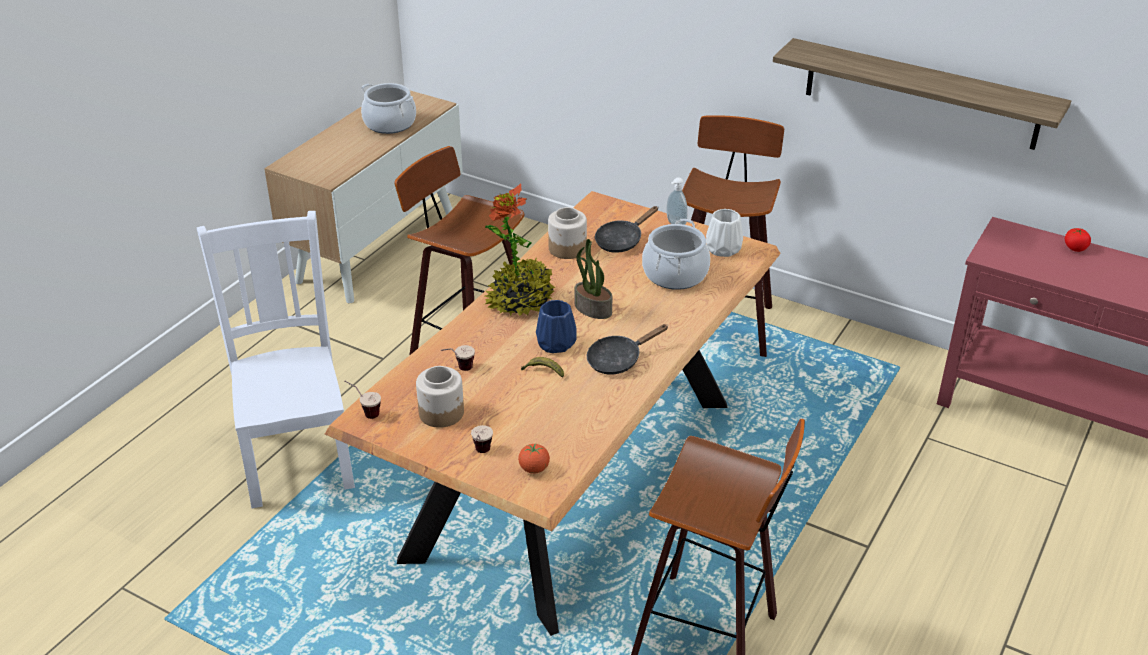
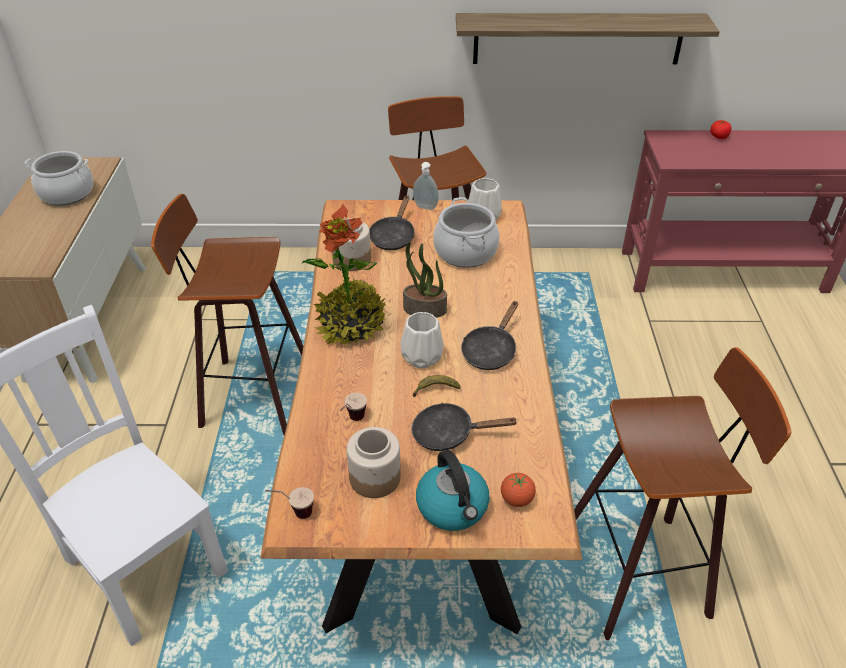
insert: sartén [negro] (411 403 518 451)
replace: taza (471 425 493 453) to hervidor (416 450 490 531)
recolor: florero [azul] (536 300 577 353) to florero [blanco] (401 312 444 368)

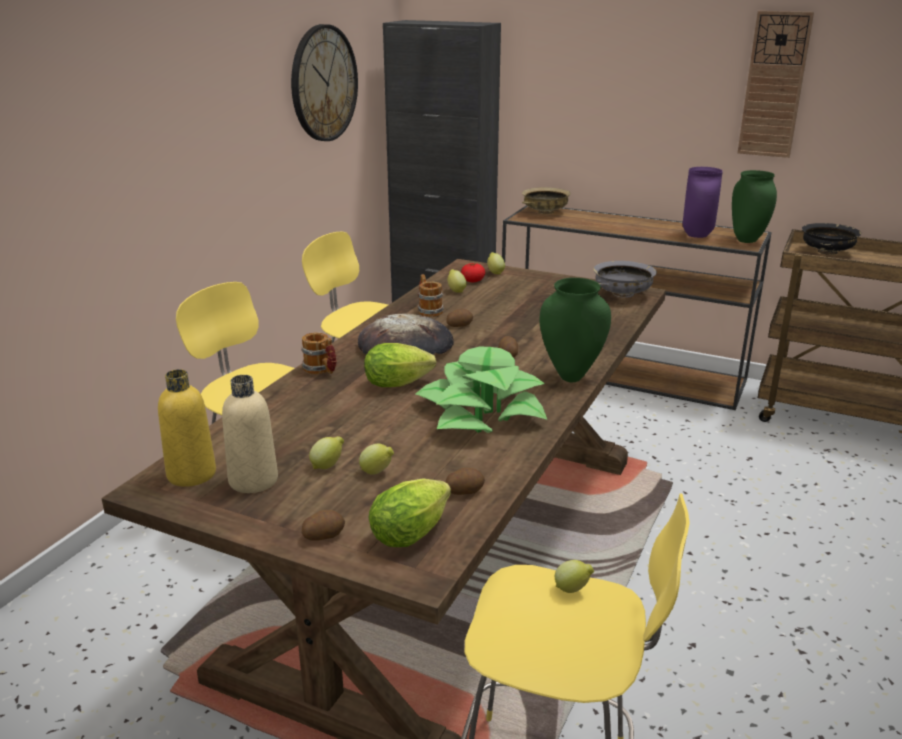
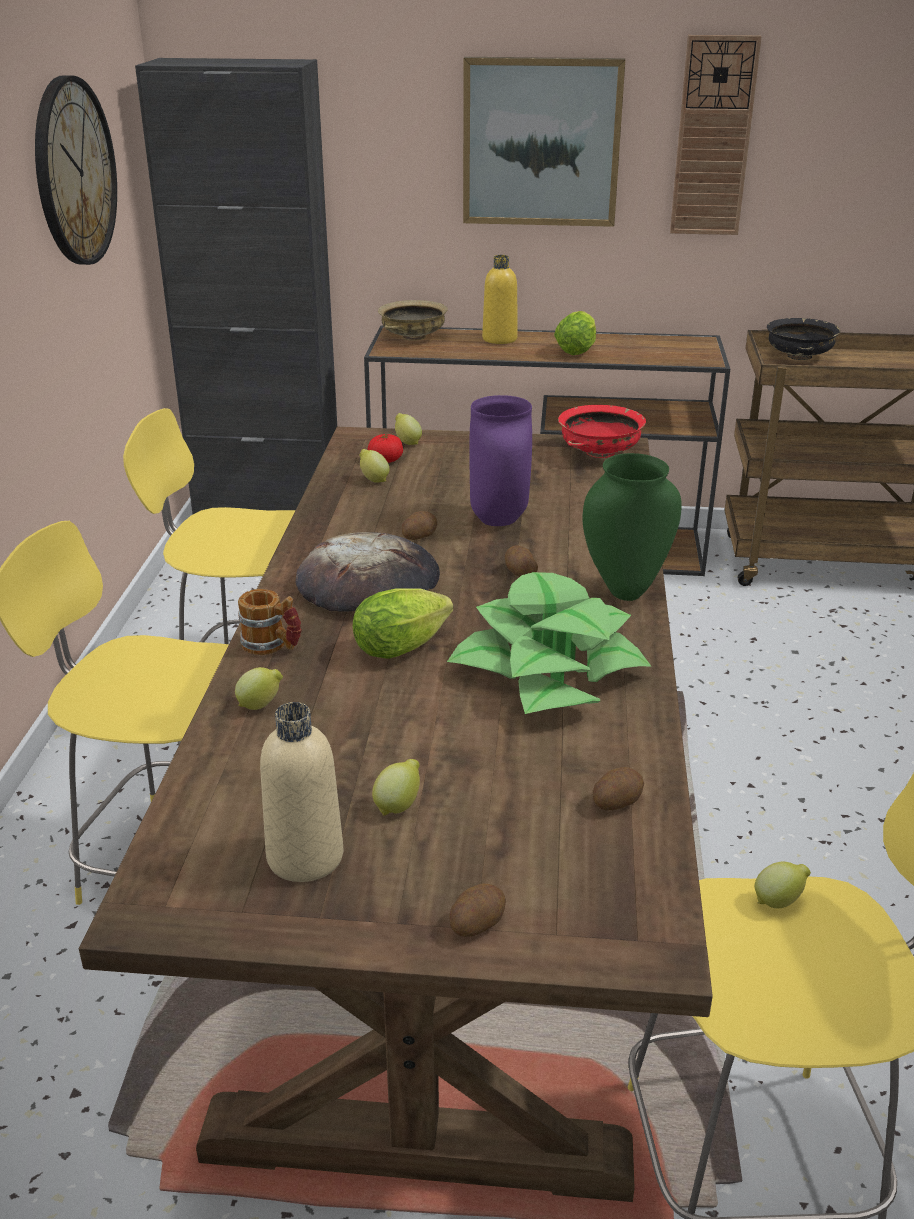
delete: florero [verde] (732 170 777 243); taza grande (417 274 444 317)
insert: cuadro (463 57 625 227)
move: florero [morado] (683 167 723 238) to (469 395 532 526); botella [amarillo] (158 369 216 487) to (482 255 518 344); limón (359 444 394 475) to (235 667 283 710); lechuga (368 478 451 547) to (554 311 596 355)
recolor: cuenco [gris] (593 261 657 298) to cuenco [rojo] (558 405 646 458)

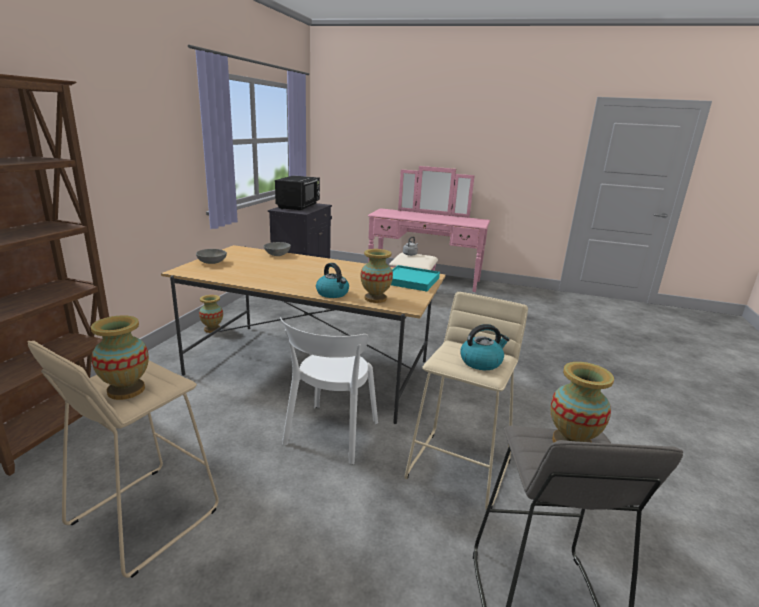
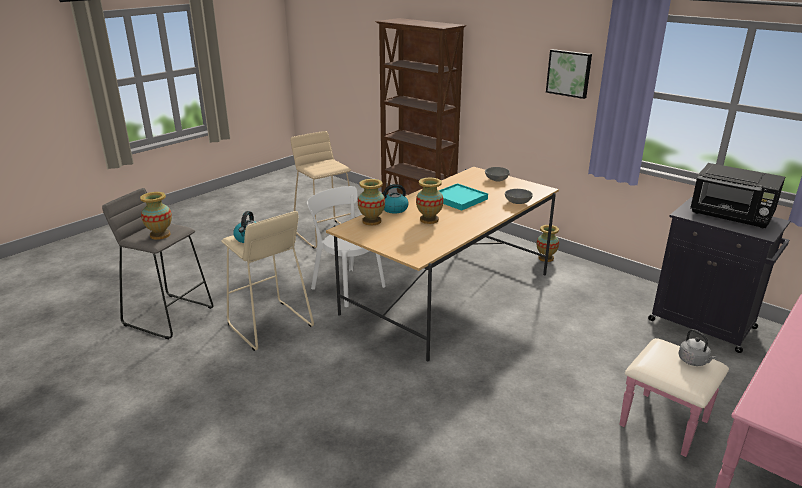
insert: cuadro (546 49 592 99)
move: bandeja [turquesa] (391 265 440 291) to (439 183 488 211); florero (91 315 149 400) to (416 178 444 224)

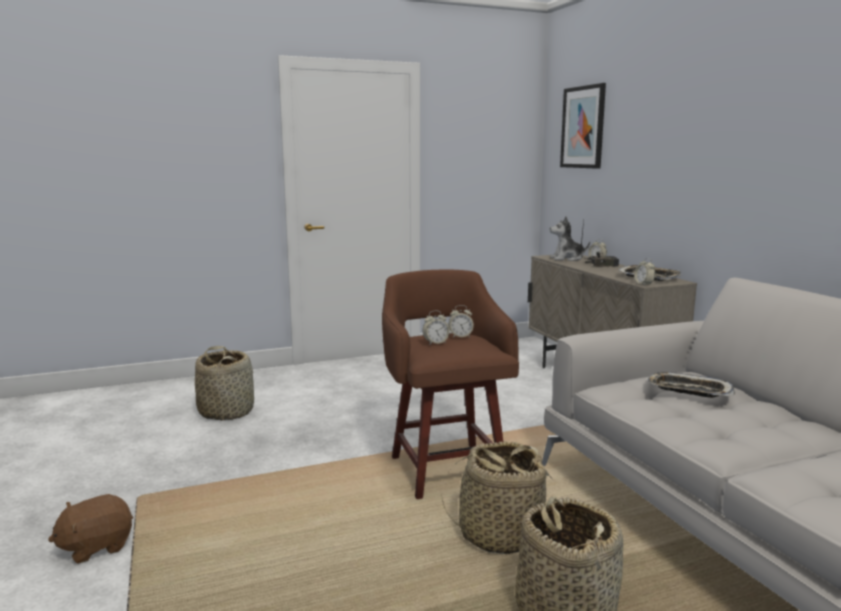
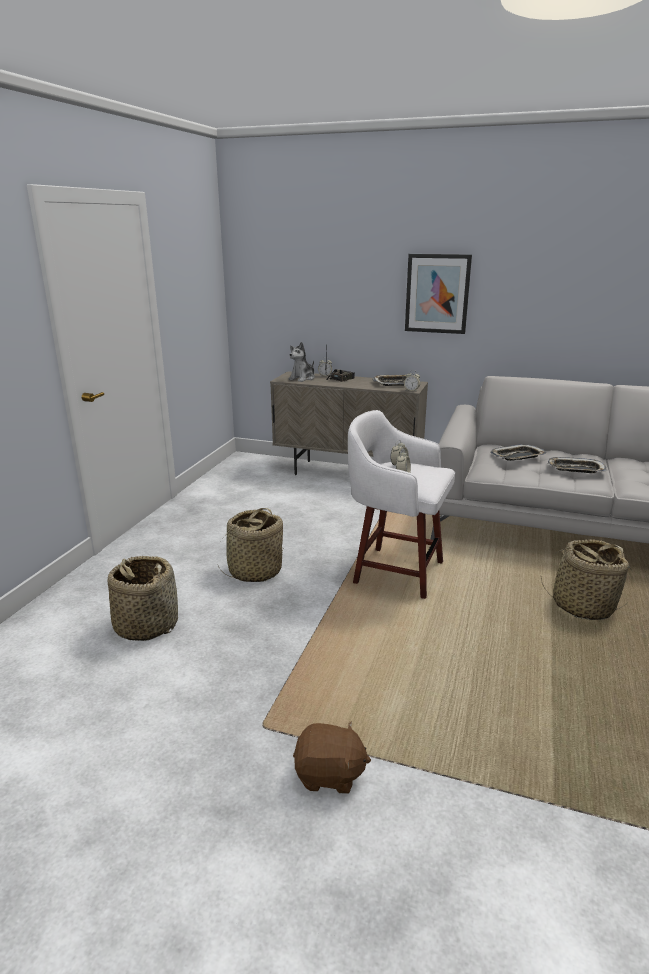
insert: bandeja (548 457 607 473)
move: cuadro (560 83 606 169) to (405 254 472 334); cesta (441 441 553 554) to (218 508 283 582)
recolor: taburete [marrón] (382 270 519 499) to taburete [blanco] (348 410 455 599)
rotate: peluche [marrón] (48 494 133 564) = (293 721 371 794) 90 degrees counterclockwise

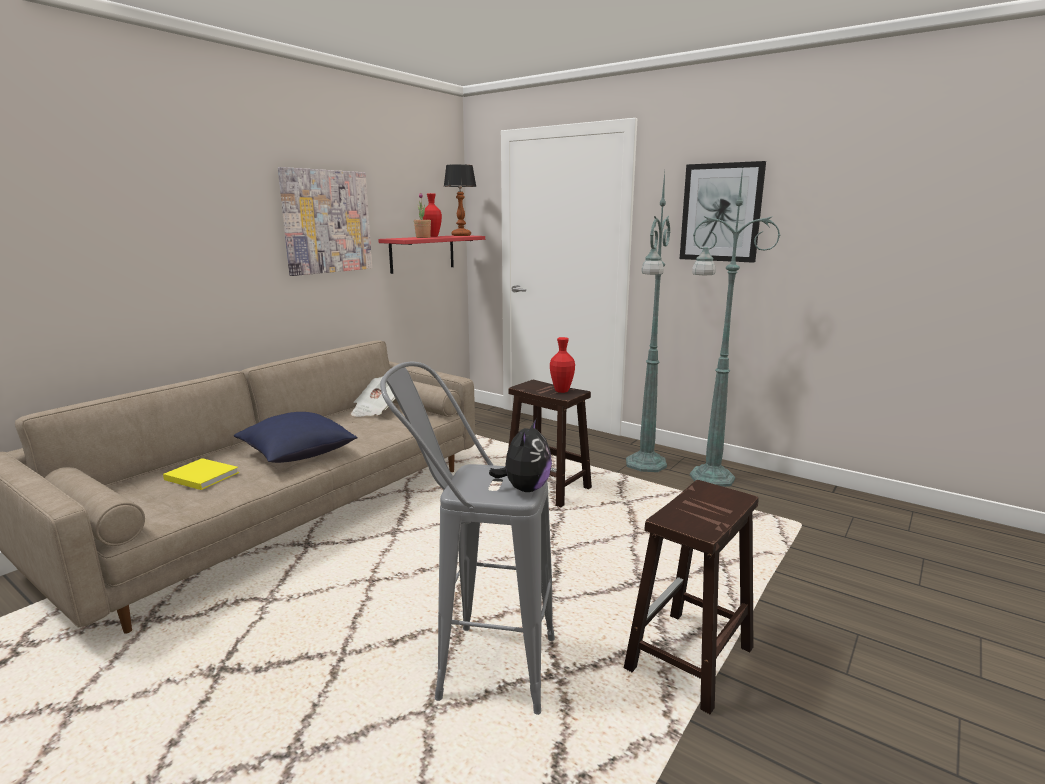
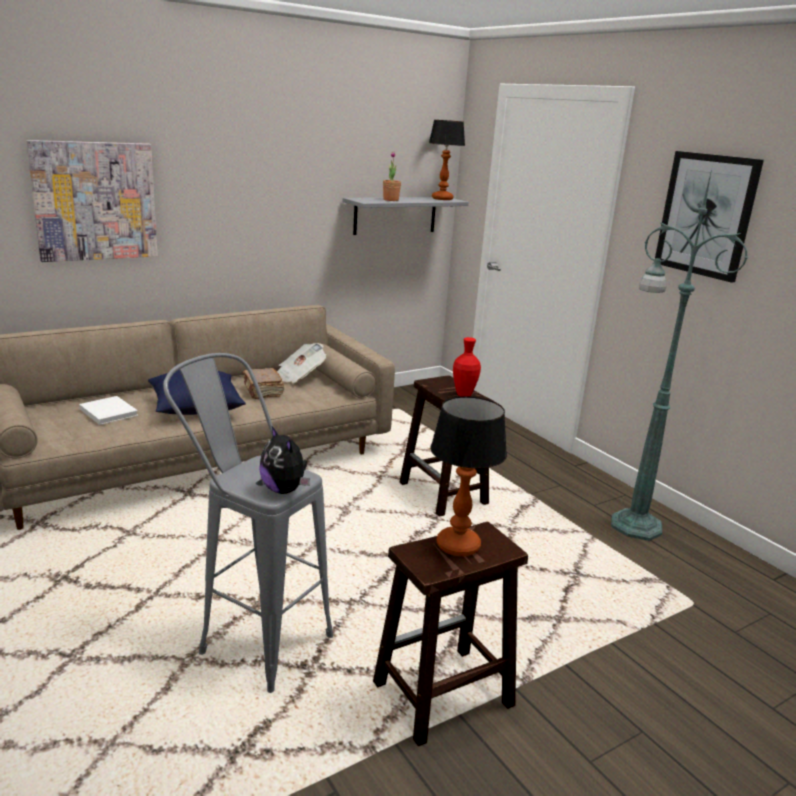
delete: lámpara de pie [verde] (626 172 671 472); florero [rojo] (423 193 442 237)
insert: libro [marrón] (242 368 285 399); lámpara de mesa (430 396 507 556)
move: cuadro (278 167 372 276) to (26 140 158 262)
recolor: estante [rojo] (378 236 485 274) to estante [gris] (343 197 469 235); libro [amarillo] (163 458 239 490) to libro [blanco] (79 396 138 425)
rotate: peluche (489 418 552 492) = (259 426 310 494) 105 degrees clockwise

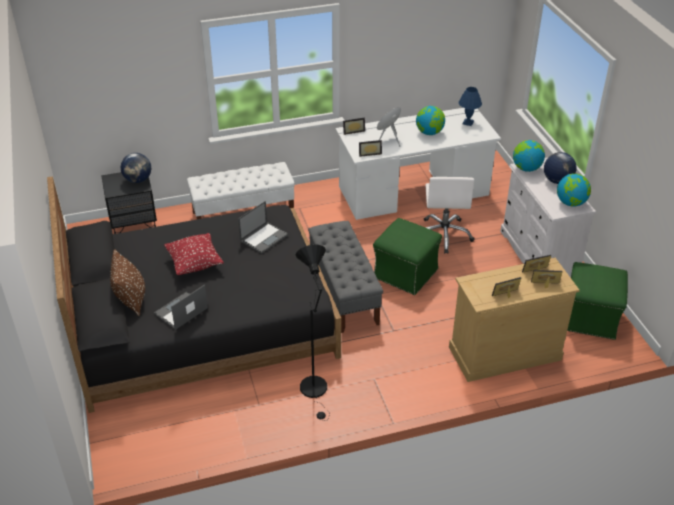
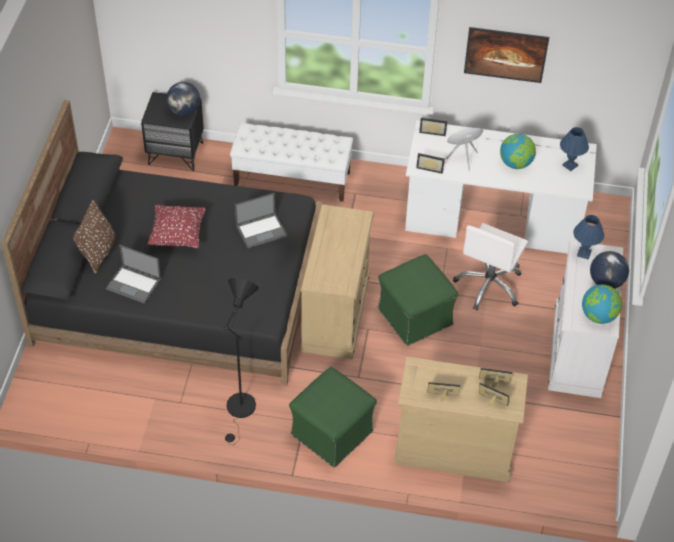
insert: cuadro (464 27 549 83)
move: puf [verde] (567 262 628 340) to (289 367 377 468)
replace: globo terráqueo (513 140 545 172) to lámpara de mesa [azul] (573 215 604 260); banco [gris] (308 221 383 333) to cómoda [beis] (301 205 374 360)
rotate: portátil (154 285 208 330) = (106 245 161 304) 135 degrees counterclockwise

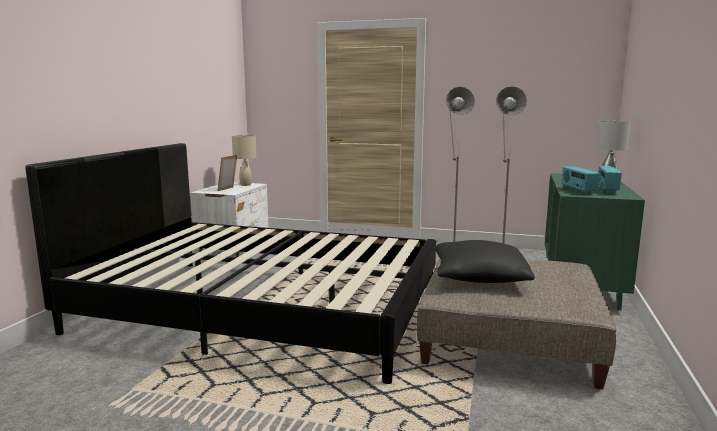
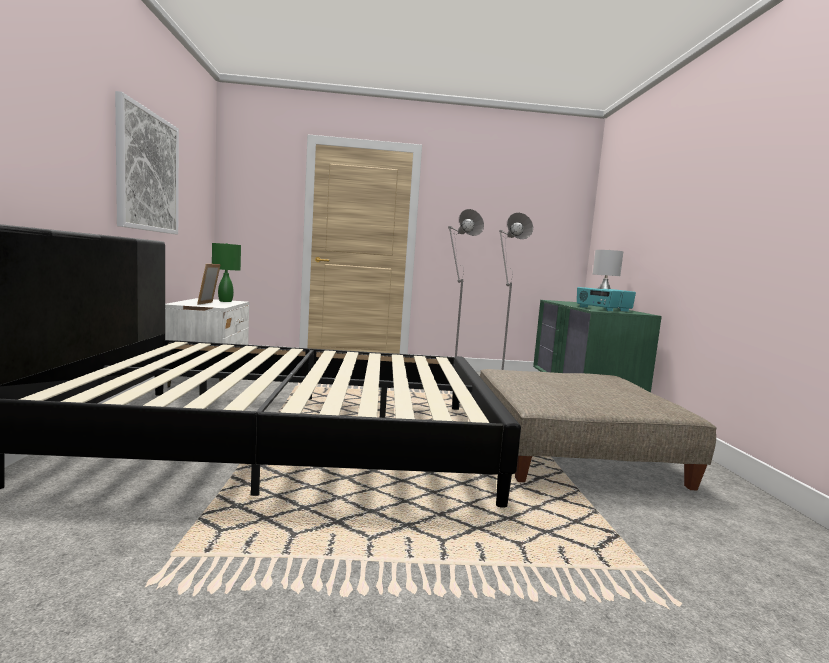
delete: cojín [negro] (435 240 535 283)
insert: cuadro (115 91 179 235)
recolor: lámpara de mesa [beis] (232 135 257 186) to lámpara de mesa [verde] (212 243 241 302)

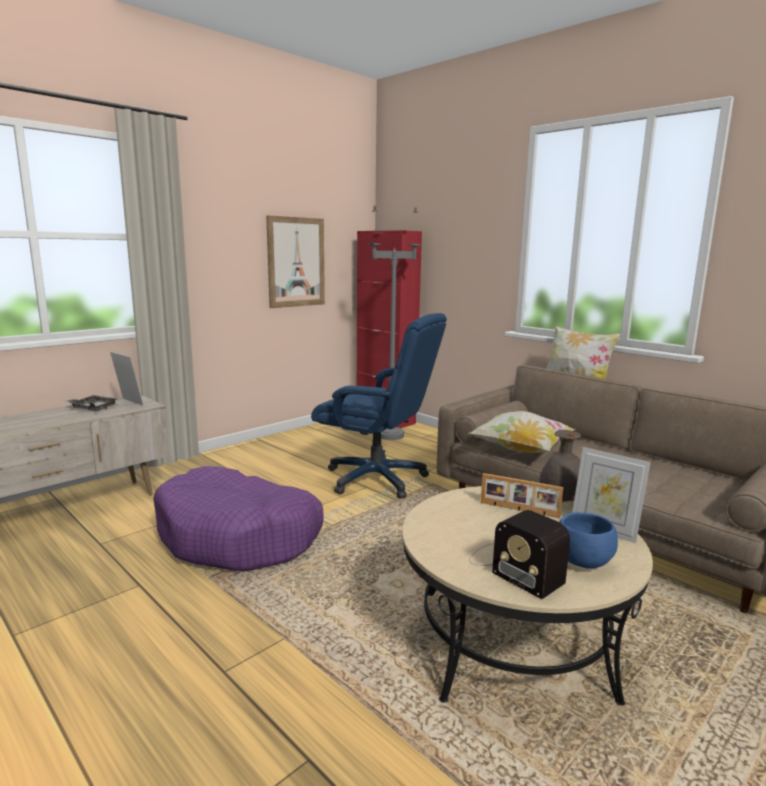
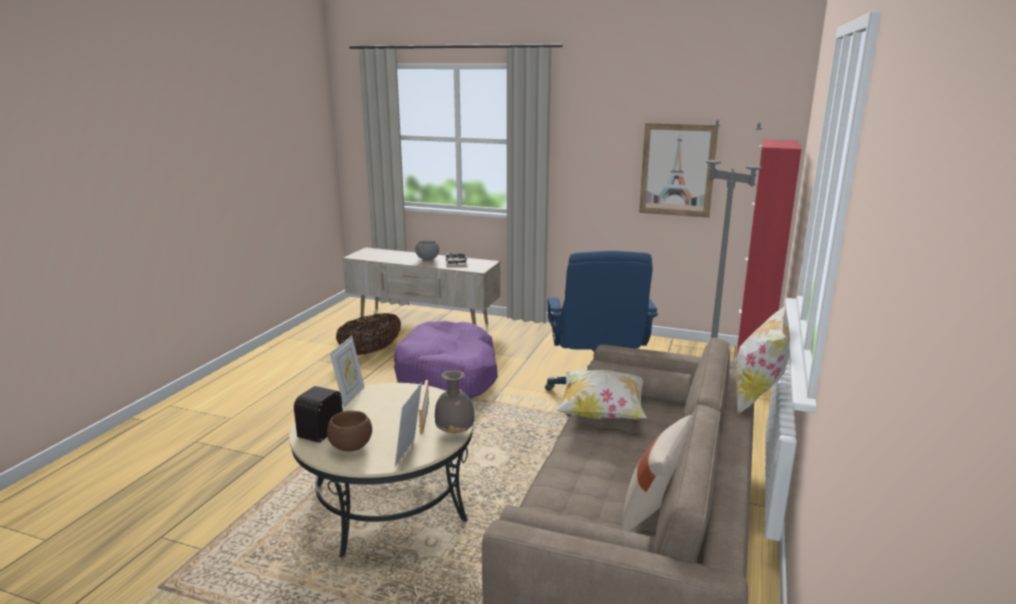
insert: cuenco [gris] (415 240 439 260); cesta (336 313 401 355); cojín [beis] (622 415 694 531)
move: portarretratos (110 352 144 406) to (330 336 364 408)
recolor: cuenco [azul] (559 512 618 569) to cuenco [marrón] (327 411 372 451)

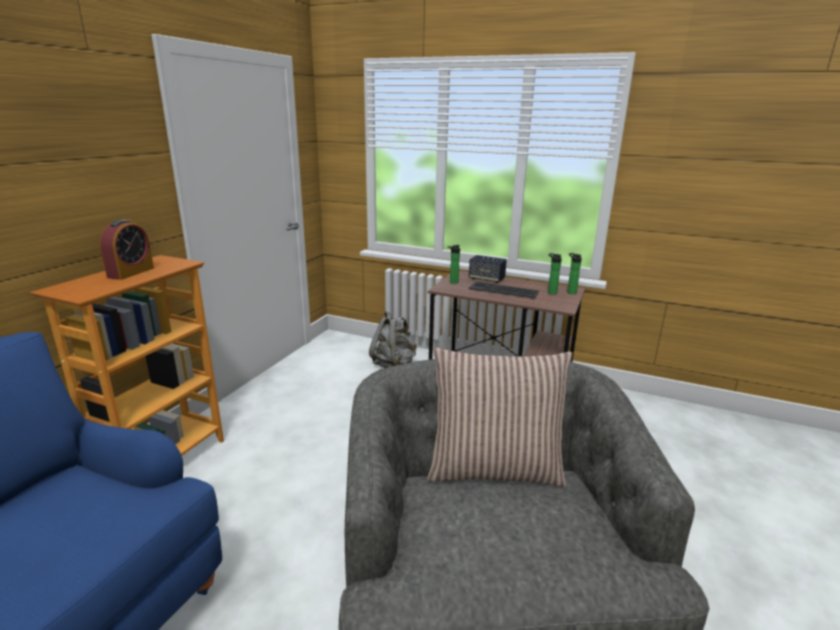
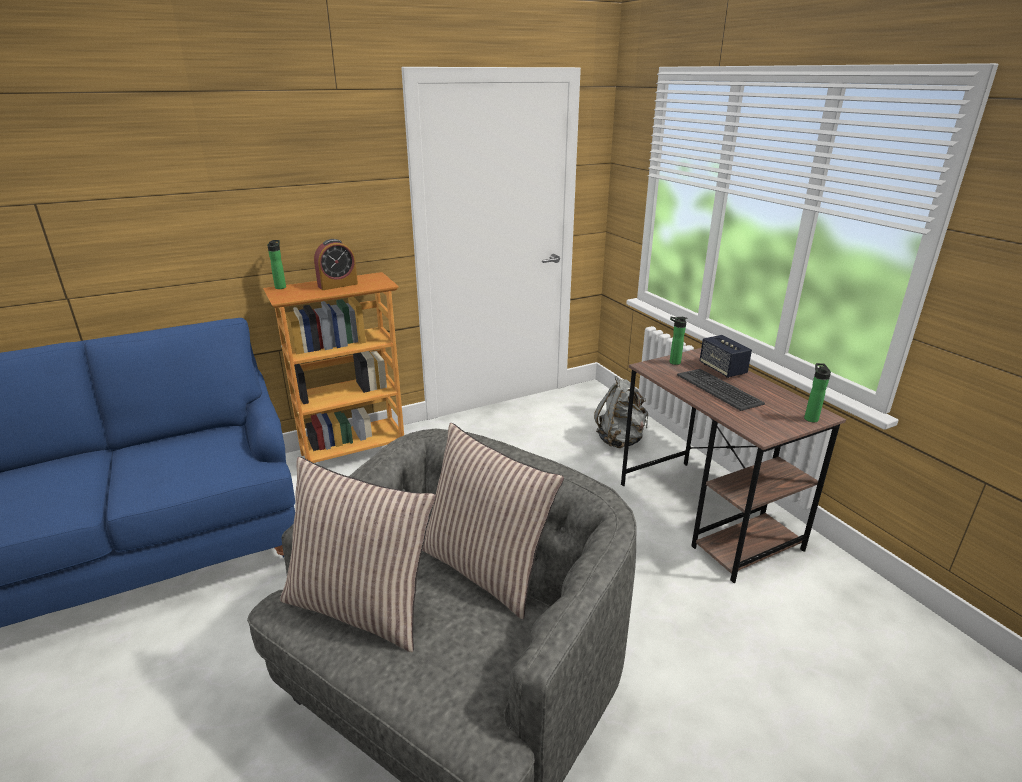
insert: cojín (280 457 436 652)
move: botella (548 253 562 295) to (267 240 286 289)

